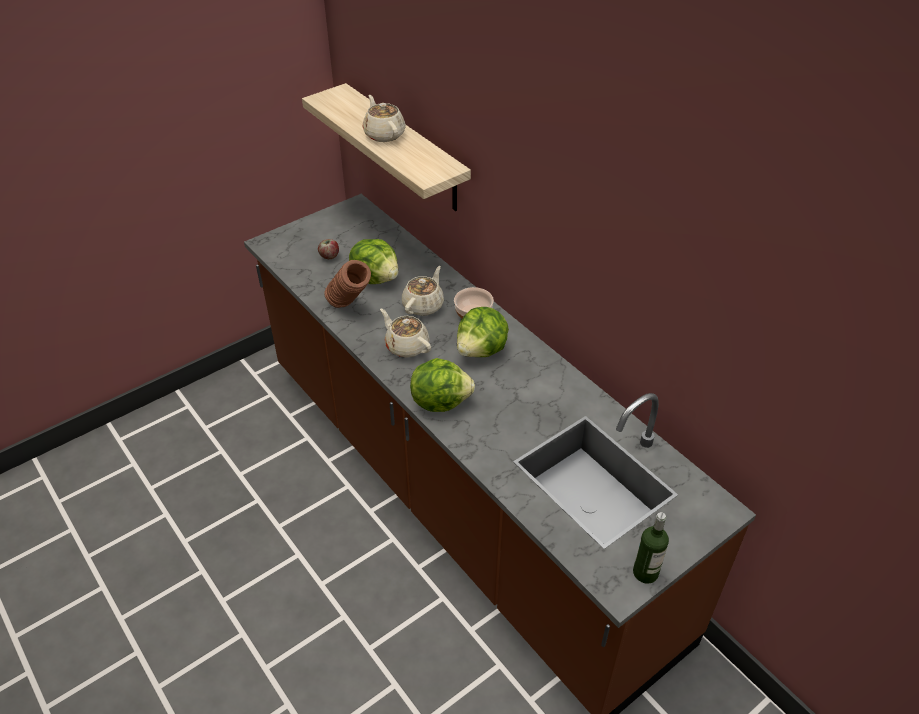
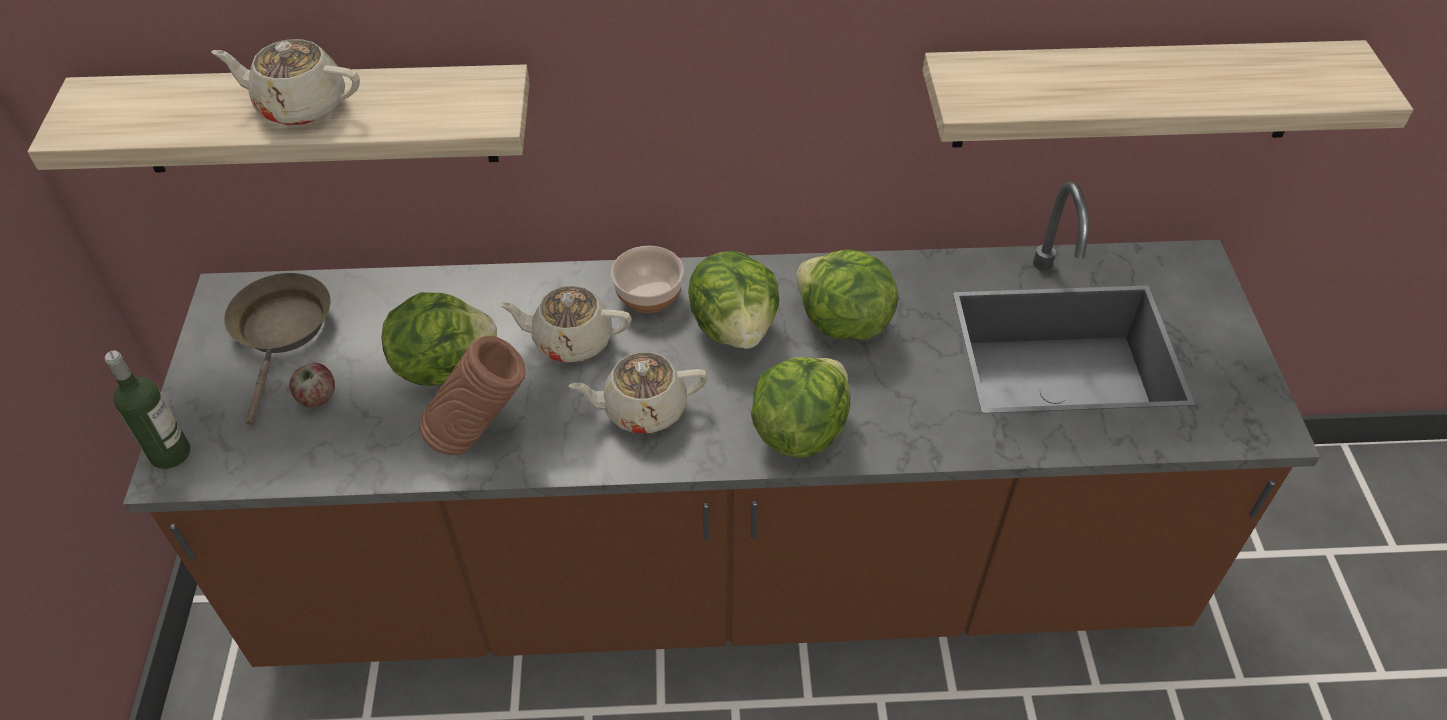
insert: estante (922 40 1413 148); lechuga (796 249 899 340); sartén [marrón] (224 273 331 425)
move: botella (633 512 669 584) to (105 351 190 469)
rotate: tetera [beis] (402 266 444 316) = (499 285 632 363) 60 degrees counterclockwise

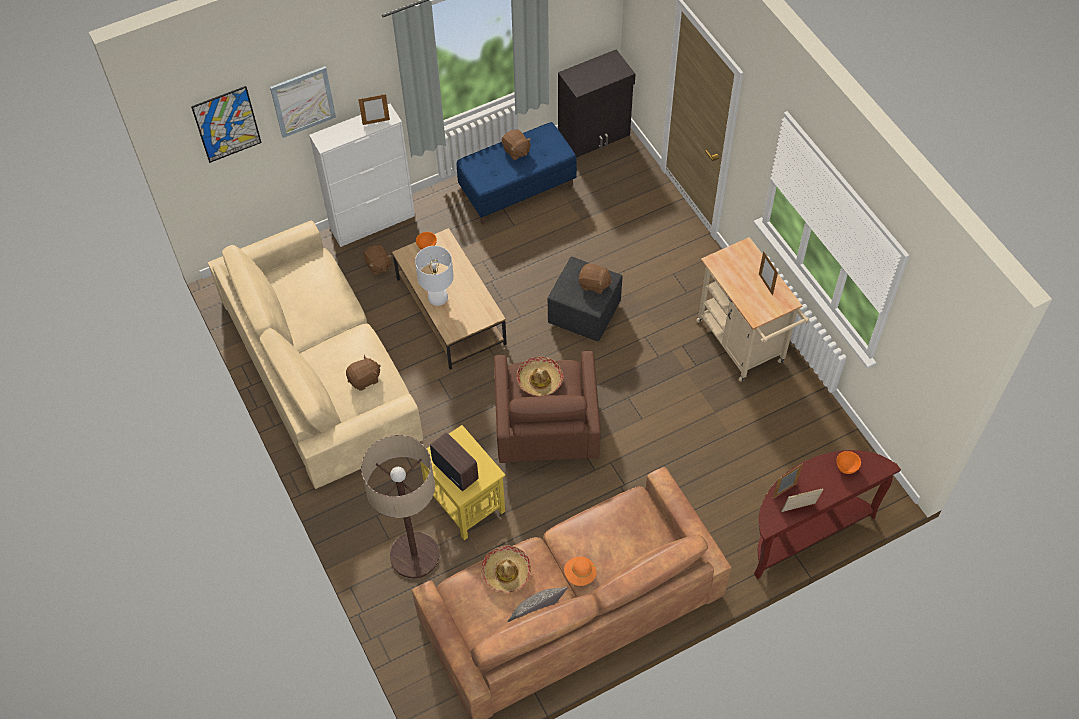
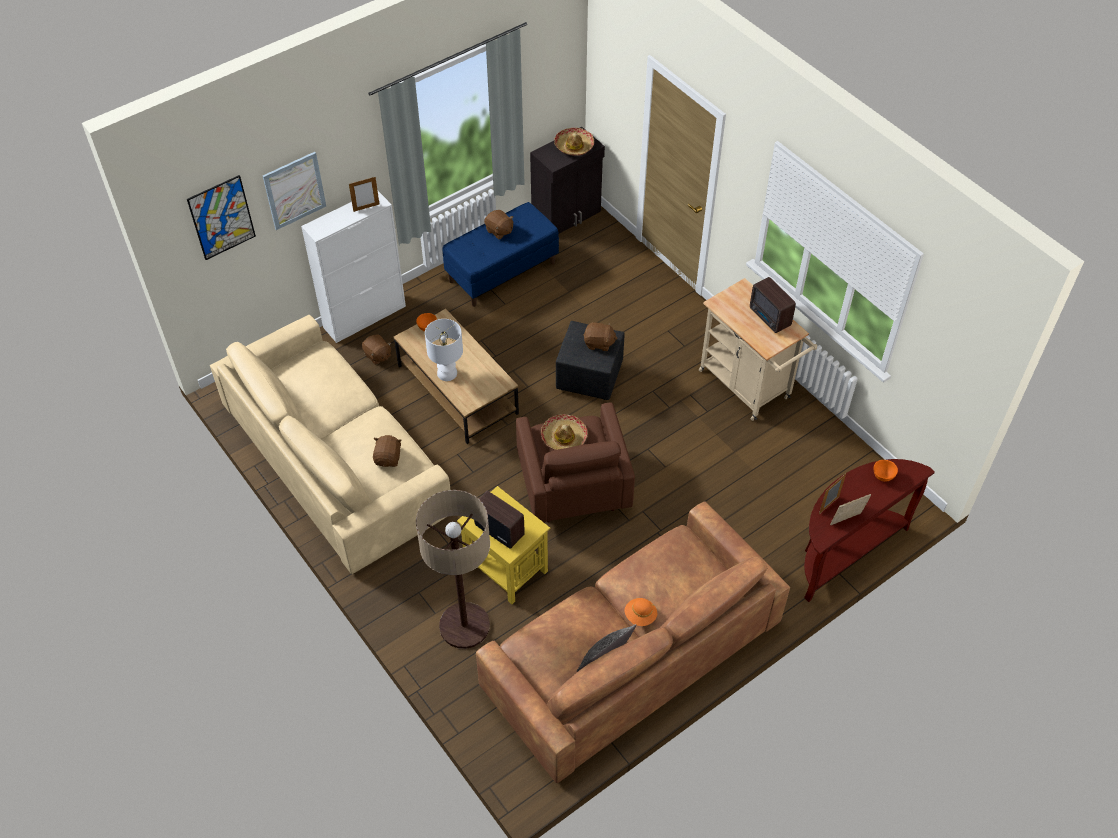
move: sombrero (481 545 531 593) to (554 128 594 156)
replace: portarretratos (759 251 778 295) to radio (750 277 796 333)
rotate: peluche [marrón] (346 355 381 390) = (373 435 402 467) 45 degrees counterclockwise

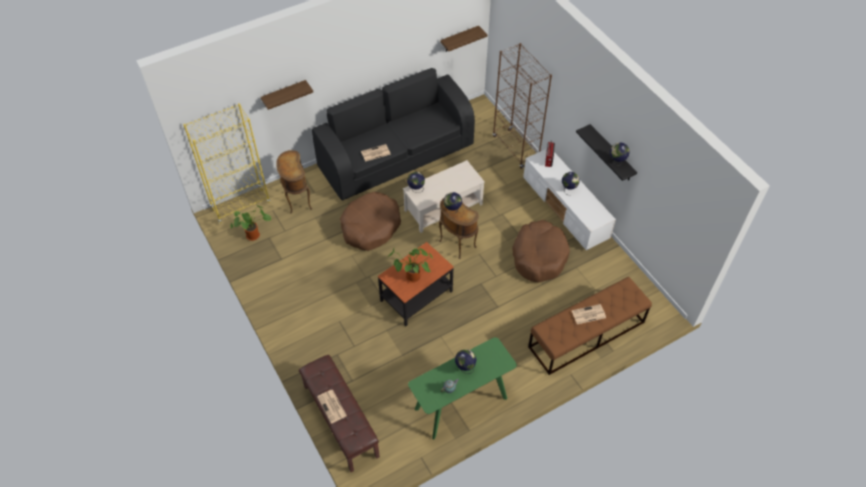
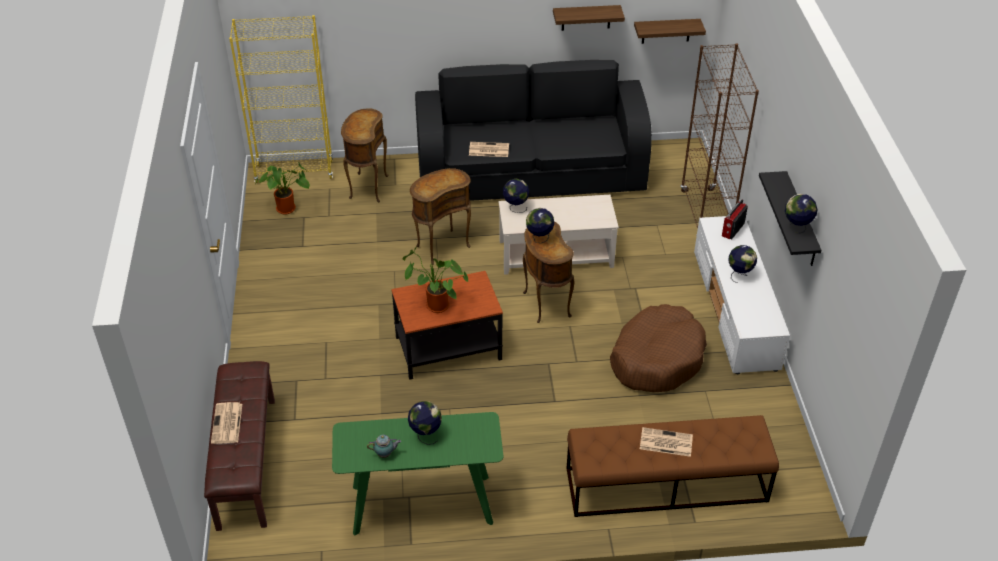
move: estante (261 80 313 110) to (553 5 625 31)
replace: cama para perro [marrón] (340 192 401 251) to mesa auxiliar [marrón] (410 168 471 265)

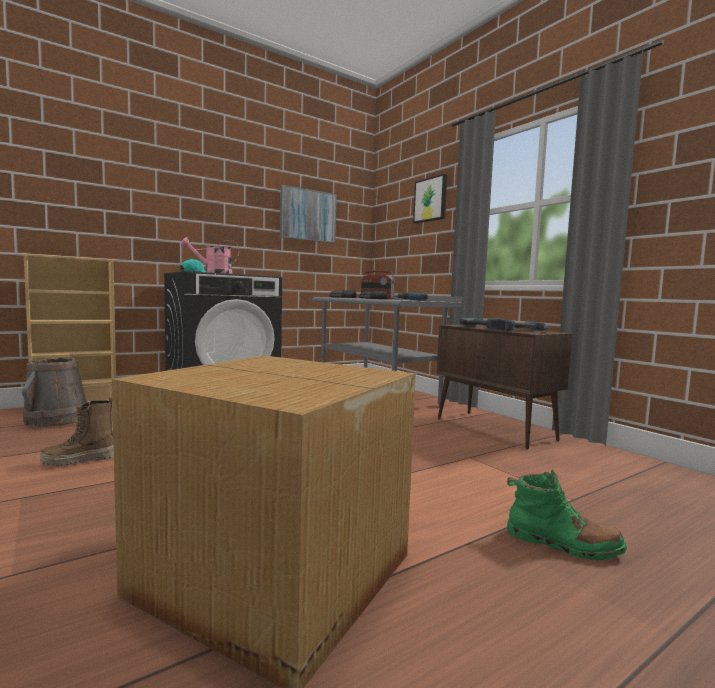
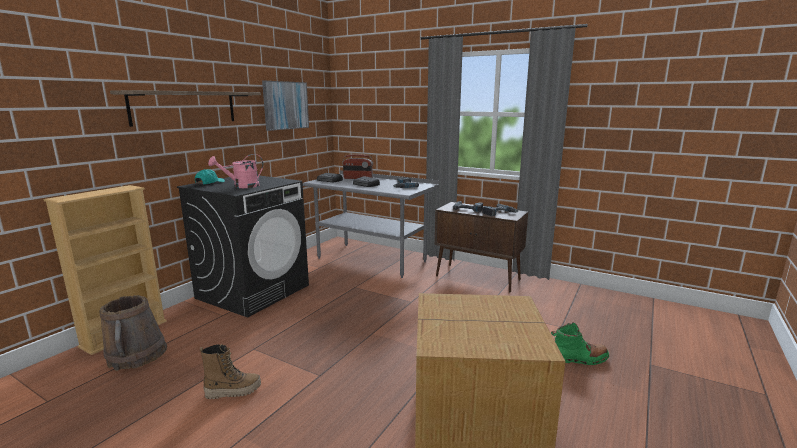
delete: cuadro (413 174 447 223)
insert: estante (110 90 261 127)
rotate: bota (40 397 114 467) = (200 344 261 399) 135 degrees counterclockwise

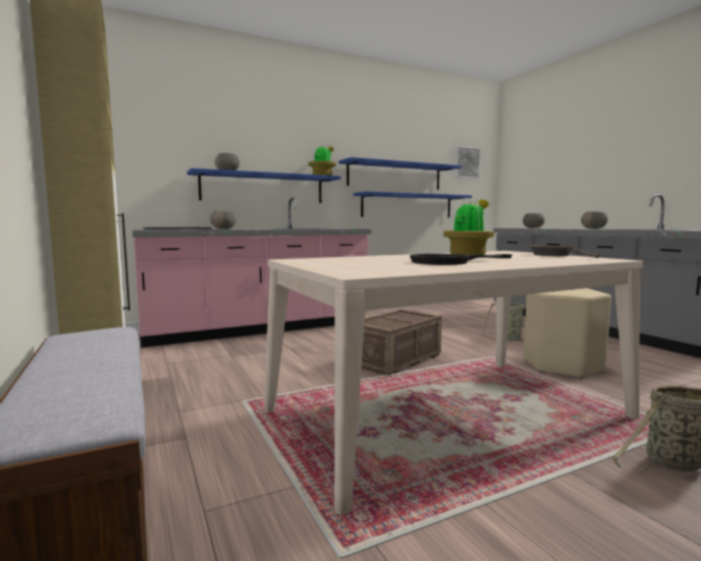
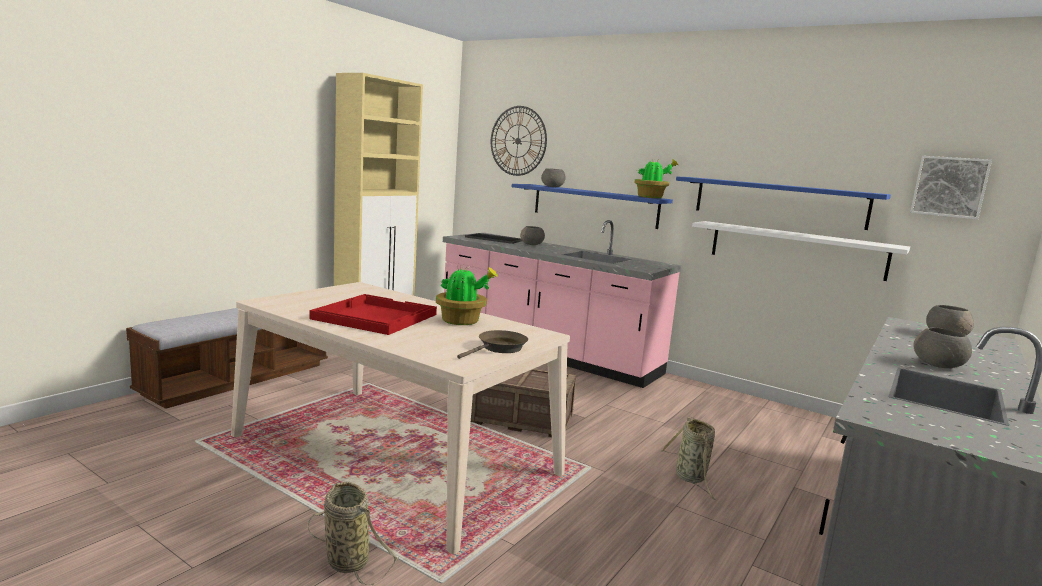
delete: taburete [beis] (524 288 611 378)
insert: reloj de pared (491 106 547 176)
replace: sartén [negro] (410 254 512 265) to bandeja [rojo] (309 294 437 335)
recolor: estante [azul] (353 191 472 218) to estante [blanco] (692 221 910 281)

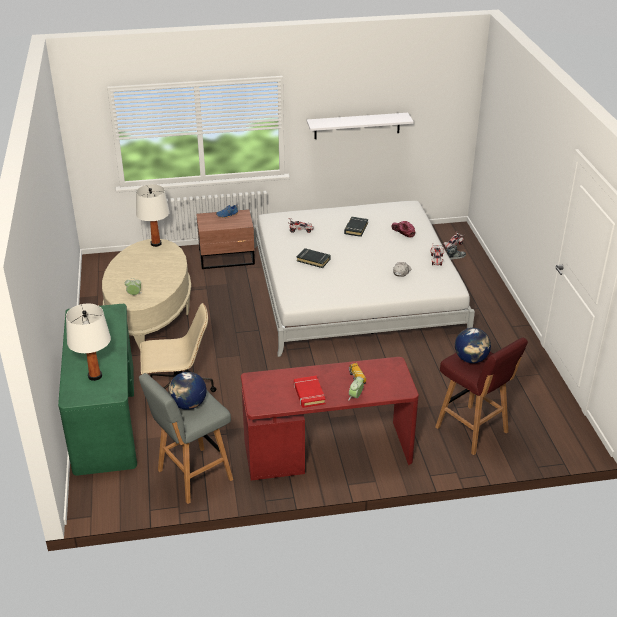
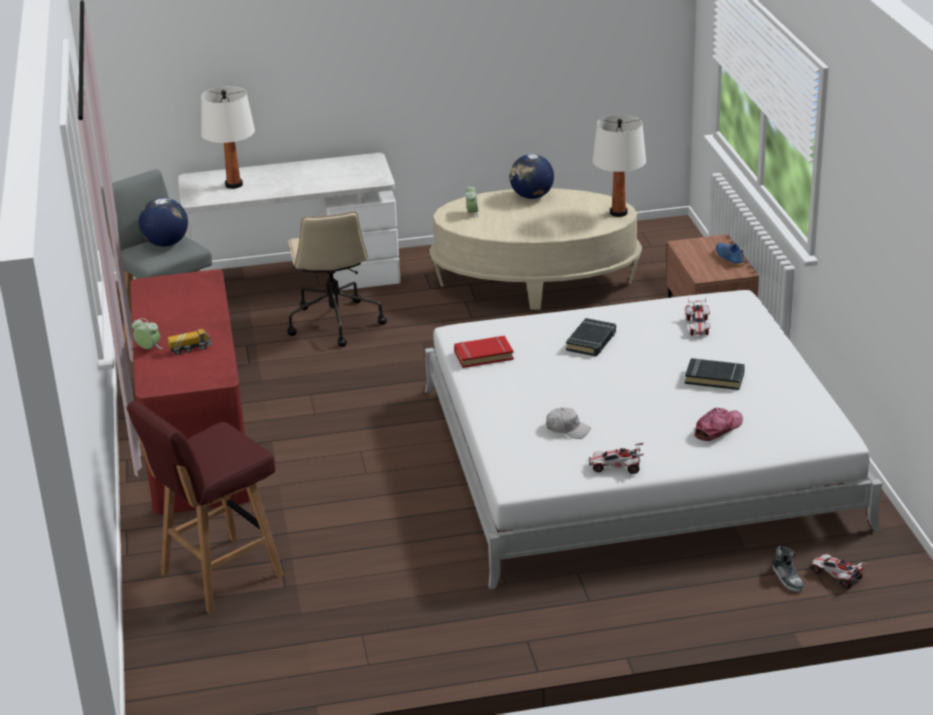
delete: estante [blanco] (307 113 414 139)
move: globo terráqueo (455 328 491 363) to (509 154 554 199); libro [rojo] (294 376 326 408) to (454 336 514 368)
recolor: escritorio [verde] (58 304 137 476) to escritorio [blanco] (178 153 401 290)

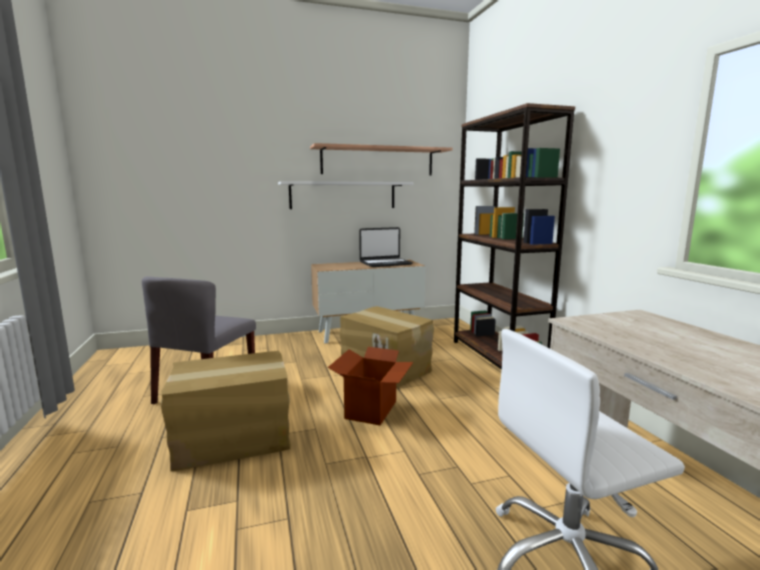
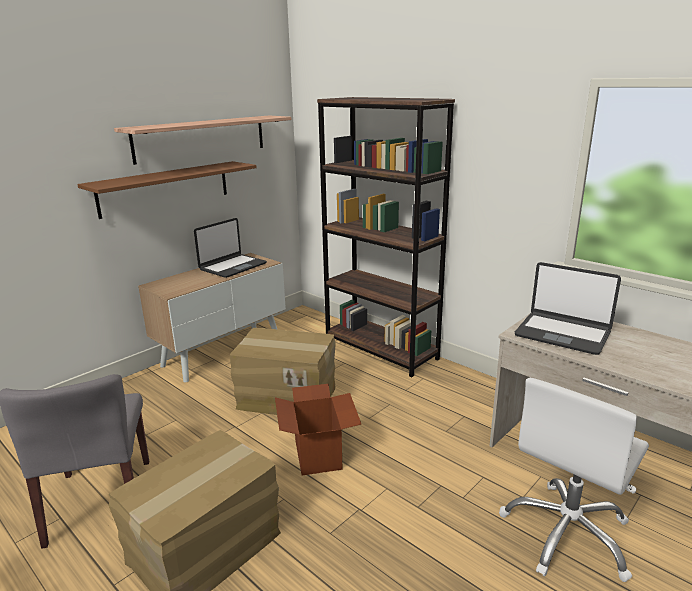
insert: portátil (515 262 621 355)
recolor: estante [blanco] (278 181 414 209) to estante [marrón] (77 161 257 219)

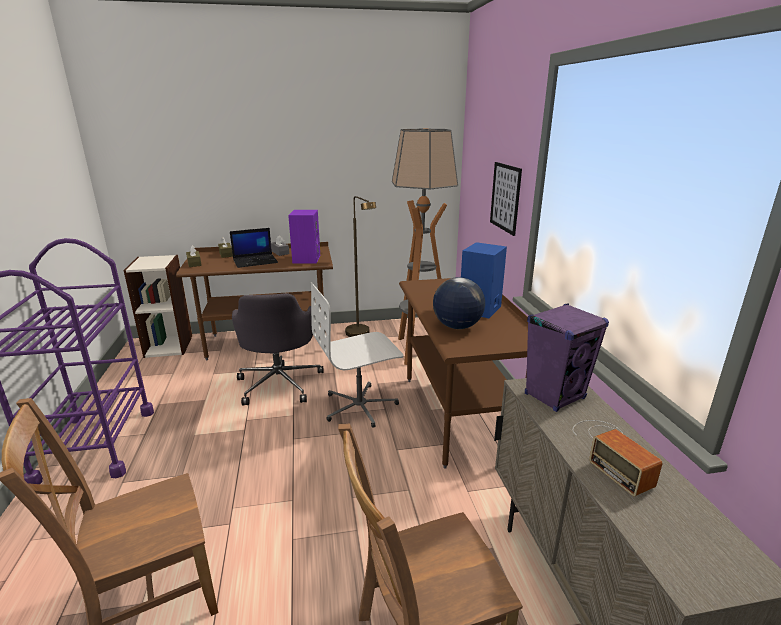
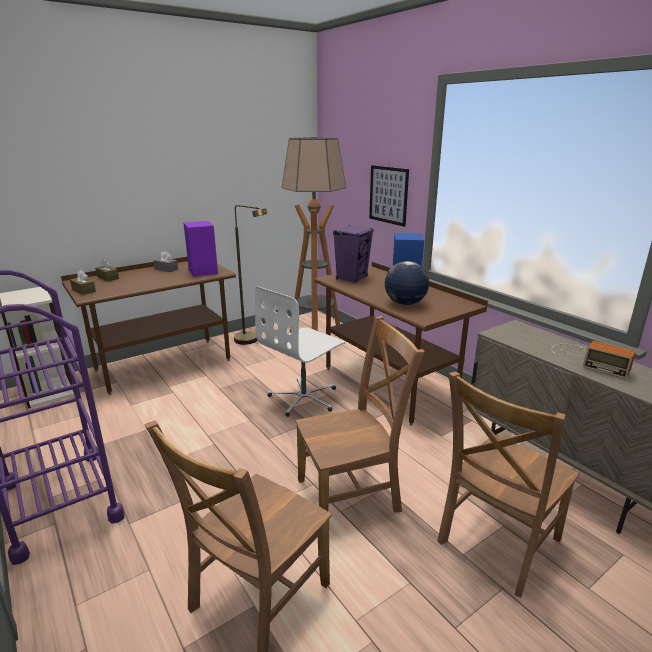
delete: portátil (230 228 278 268); silla de oficina [gris] (232 293 324 406)
insert: silla [marrón] (295 316 425 512)
move: altavoz [morado] (525 303 609 412) to (333 225 373 283)

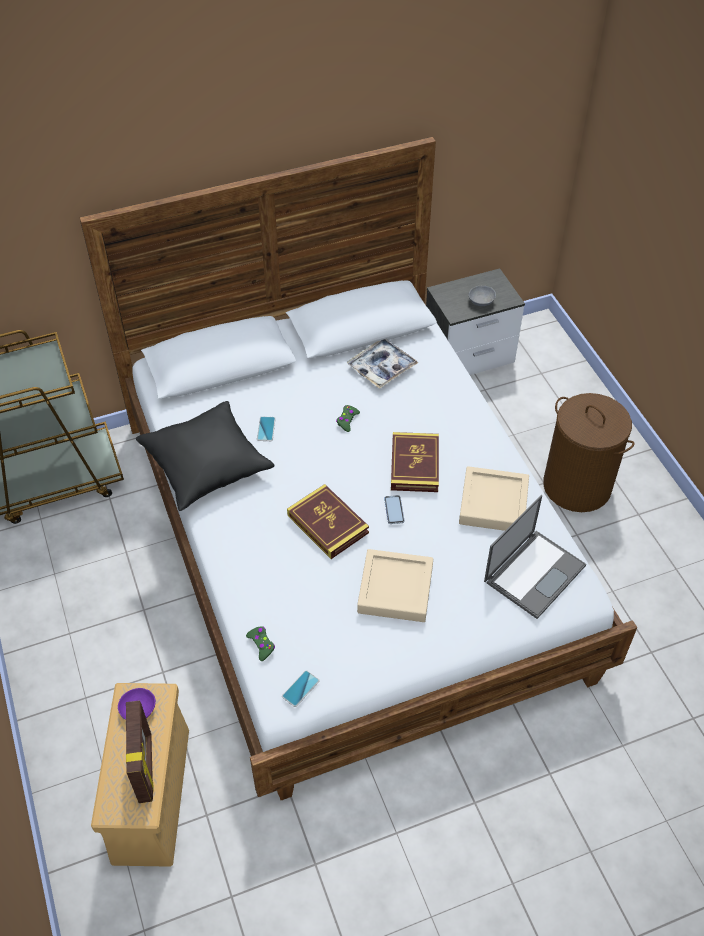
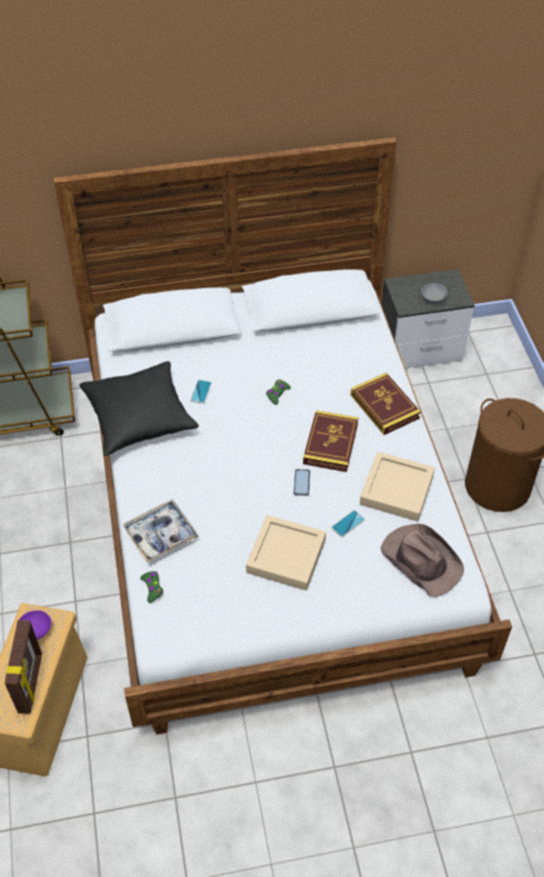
move: bandeja (347 339 418 389) to (123 499 199 563); libro (287 484 369 559) to (350 373 421 435); móvil (282 670 320 707) to (331 510 365 537)
replace: portátil (484 495 586 619) to sombrero [marrón] (381 524 464 597)

